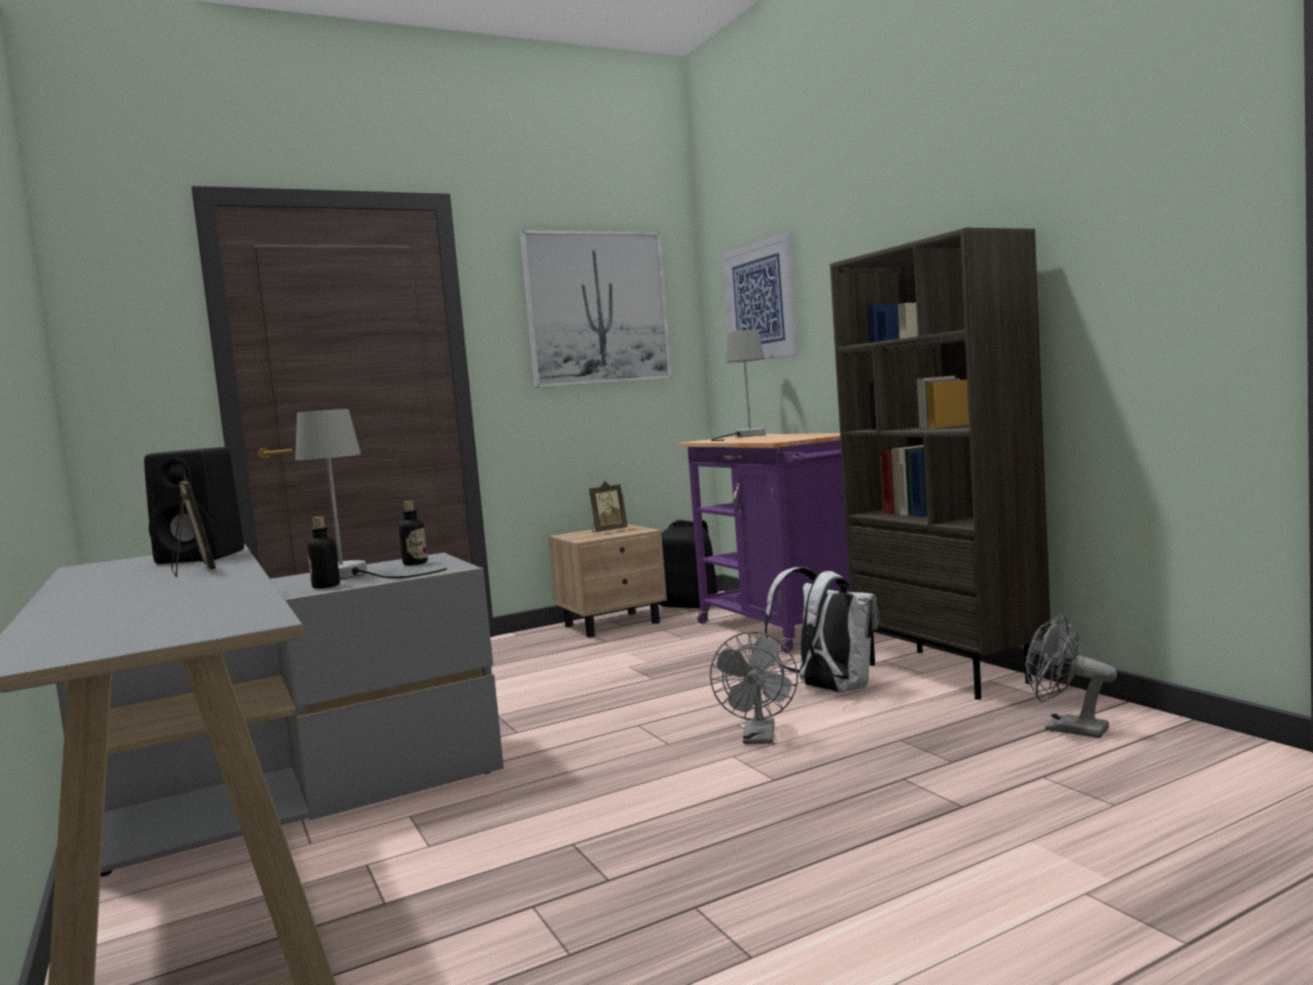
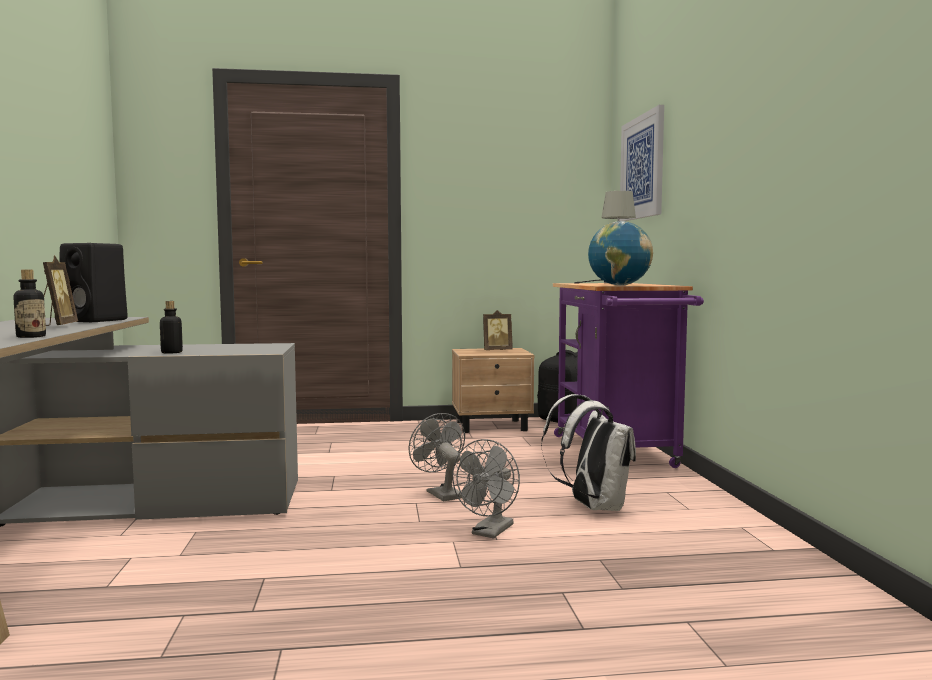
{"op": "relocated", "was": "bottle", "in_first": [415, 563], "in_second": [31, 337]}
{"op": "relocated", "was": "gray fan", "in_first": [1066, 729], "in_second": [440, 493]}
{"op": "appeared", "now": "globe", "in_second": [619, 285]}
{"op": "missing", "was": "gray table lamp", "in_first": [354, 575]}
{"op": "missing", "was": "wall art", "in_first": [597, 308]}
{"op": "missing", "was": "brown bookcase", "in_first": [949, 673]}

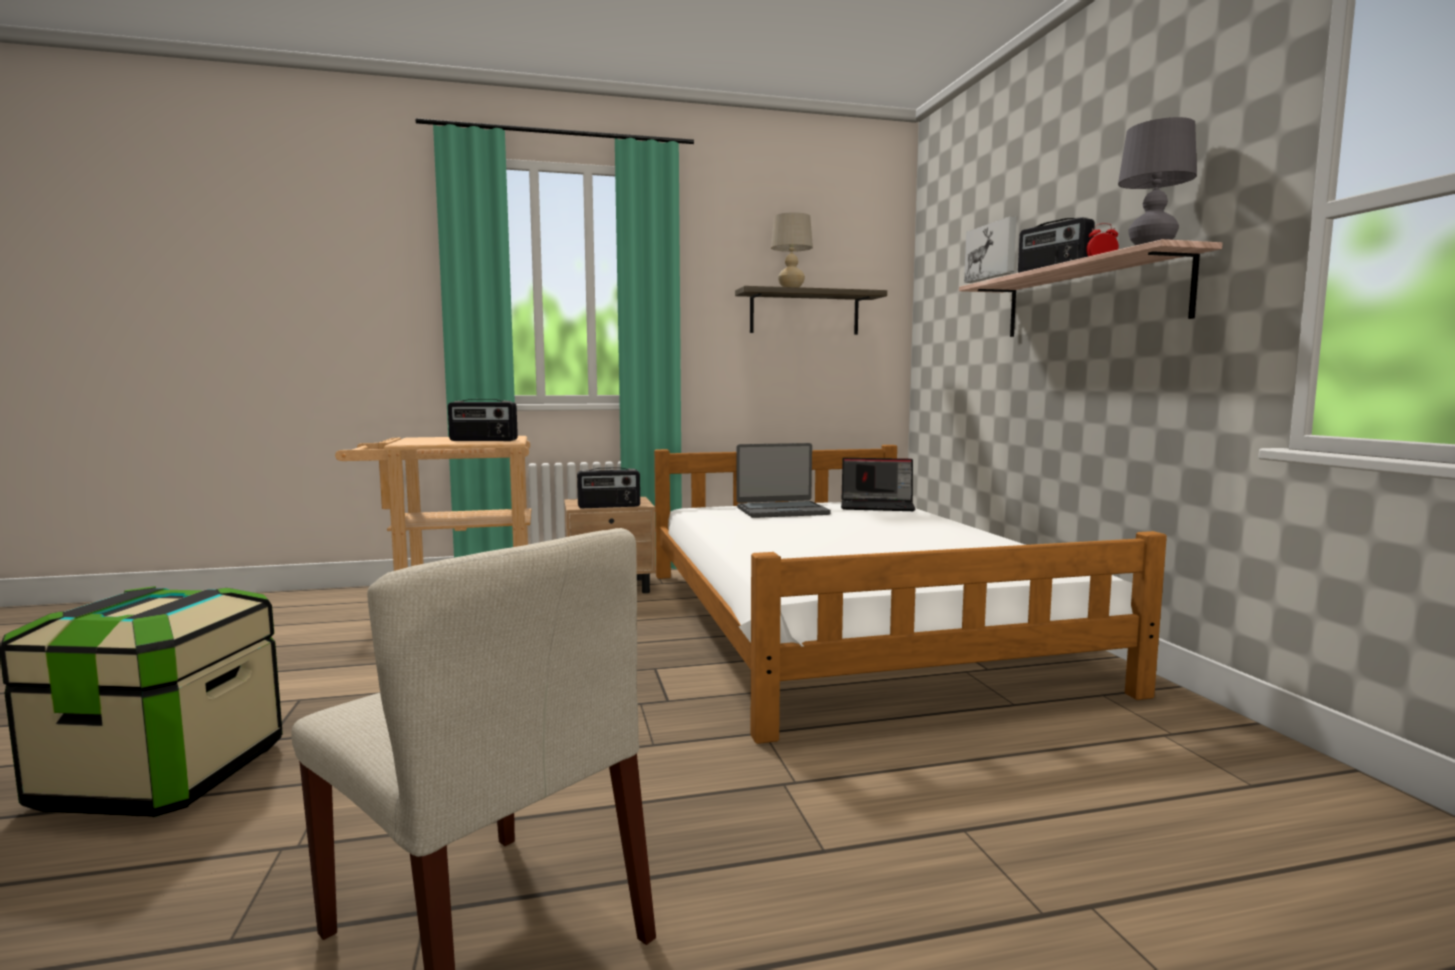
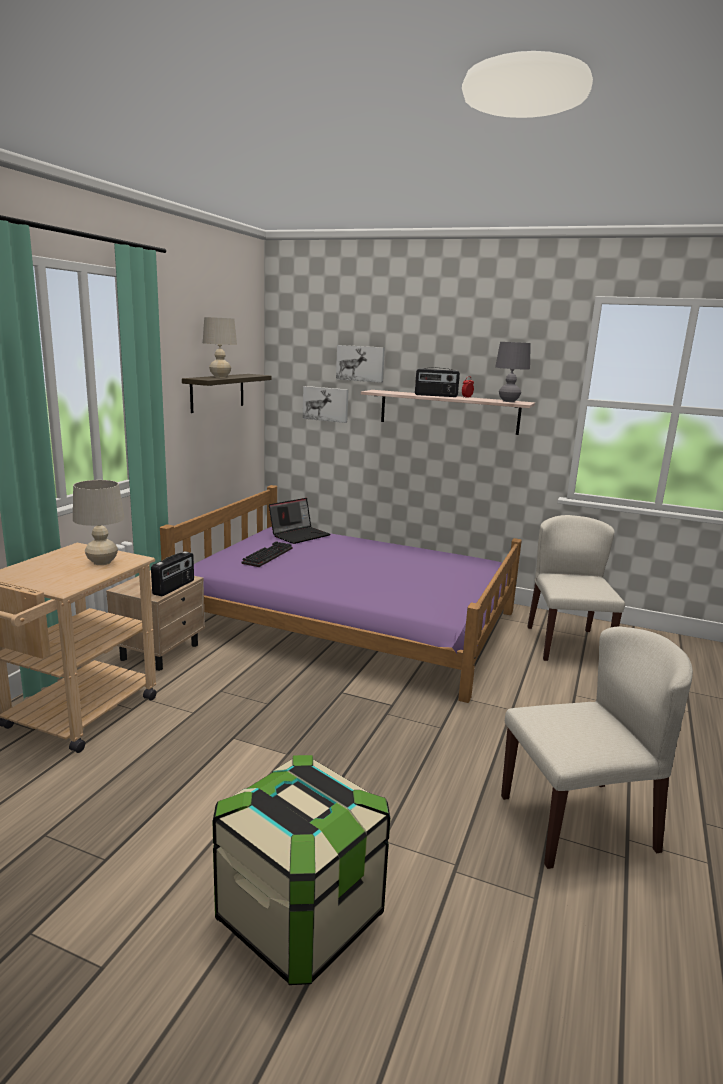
{"op": "exchanged", "was": "radio", "now": "sand-coloured table lamp", "in_first": [483, 440], "in_second": [102, 562]}
{"op": "colour", "was": "whitish sleeping bed", "now": "purple-coloured sleeping bed", "in_first": [847, 623], "in_second": [350, 620]}
{"op": "exchanged", "was": "notebook computer", "now": "keyboard", "in_first": [782, 511], "in_second": [267, 555]}
{"op": "appeared", "now": "wall art", "in_second": [326, 404]}
{"op": "appeared", "now": "sand-coloured upright chair", "in_second": [566, 644]}

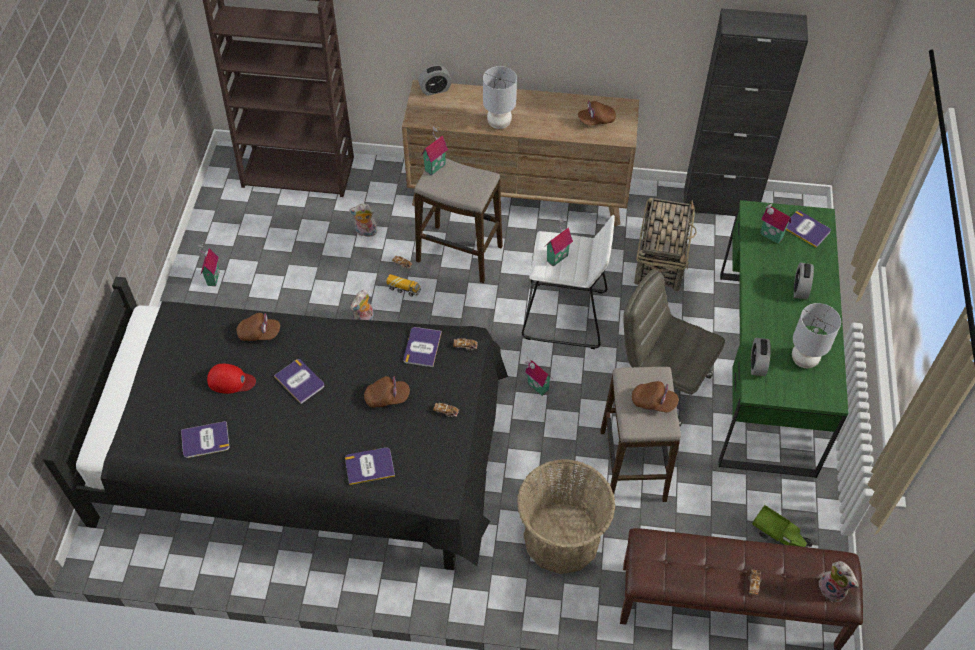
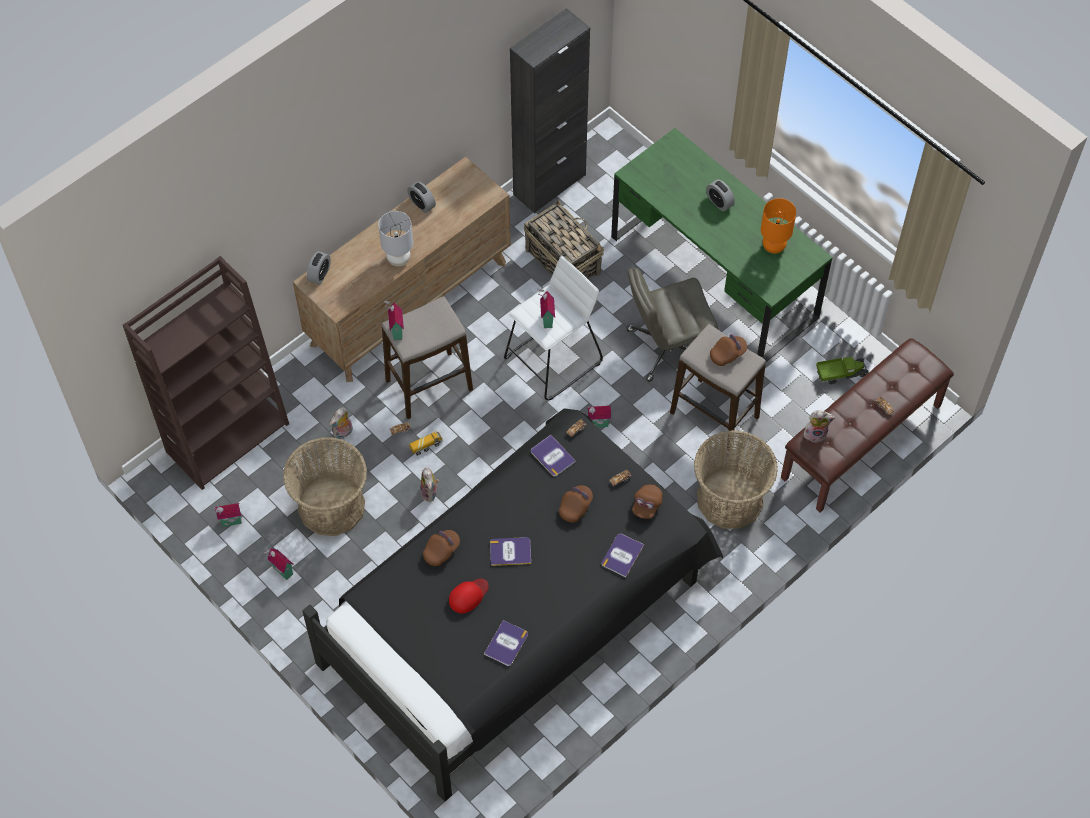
{"op": "relocated", "was": "model house", "in_first": [770, 237], "in_second": [231, 522]}
{"op": "appeared", "now": "household basket", "in_second": [331, 506]}
{"op": "relocated", "was": "table clock", "in_first": [757, 364], "in_second": [422, 204]}
{"op": "relocated", "was": "brown baseball cap", "in_first": [596, 120], "in_second": [647, 505]}
{"op": "colour", "was": "gray table lamp", "now": "orange-coloured table lamp", "in_first": [804, 360], "in_second": [774, 246]}
{"op": "relocated", "was": "cuddly toy", "in_first": [833, 589], "in_second": [815, 433]}
{"op": "missing", "was": "volume", "in_first": [806, 229]}

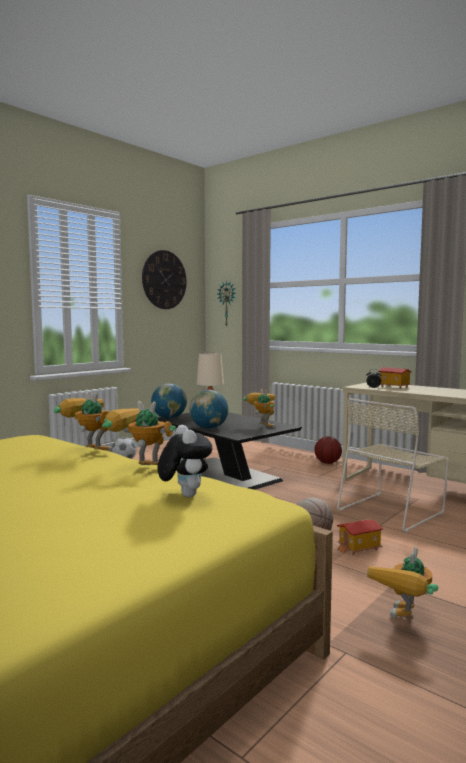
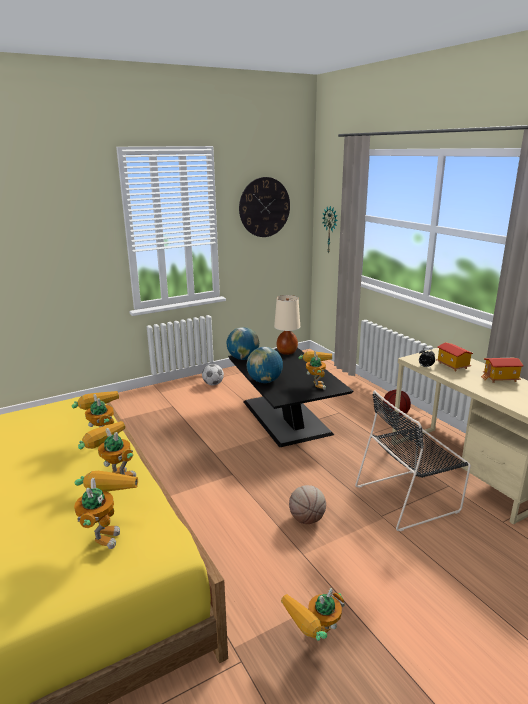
{"op": "exchanged", "was": "cuddly toy", "now": "robot figure", "in_first": [184, 495], "in_second": [105, 531]}
{"op": "colour", "was": "sand-coloured upright chair", "now": "black-coloured upright chair", "in_first": [392, 510], "in_second": [409, 498]}
{"op": "relocated", "was": "model house", "in_first": [359, 548], "in_second": [500, 379]}

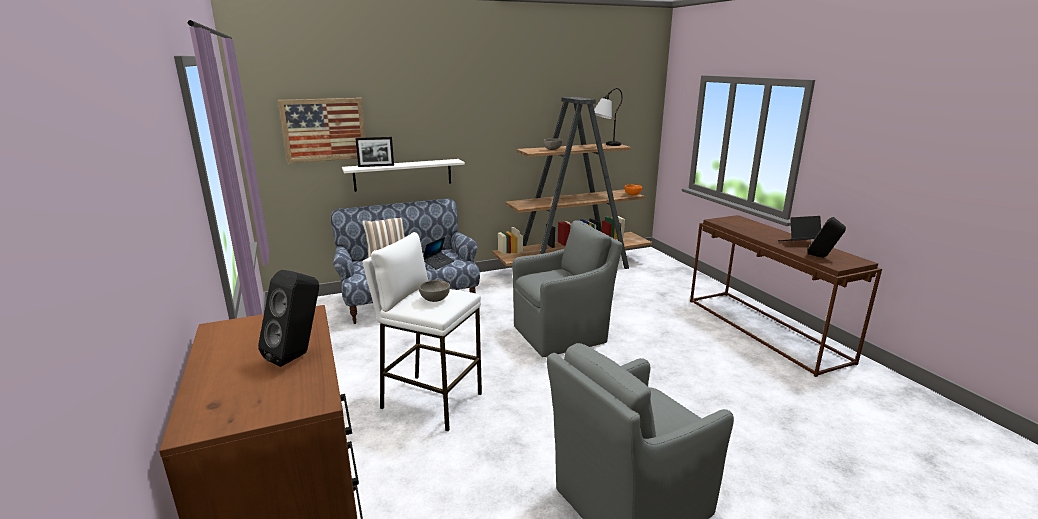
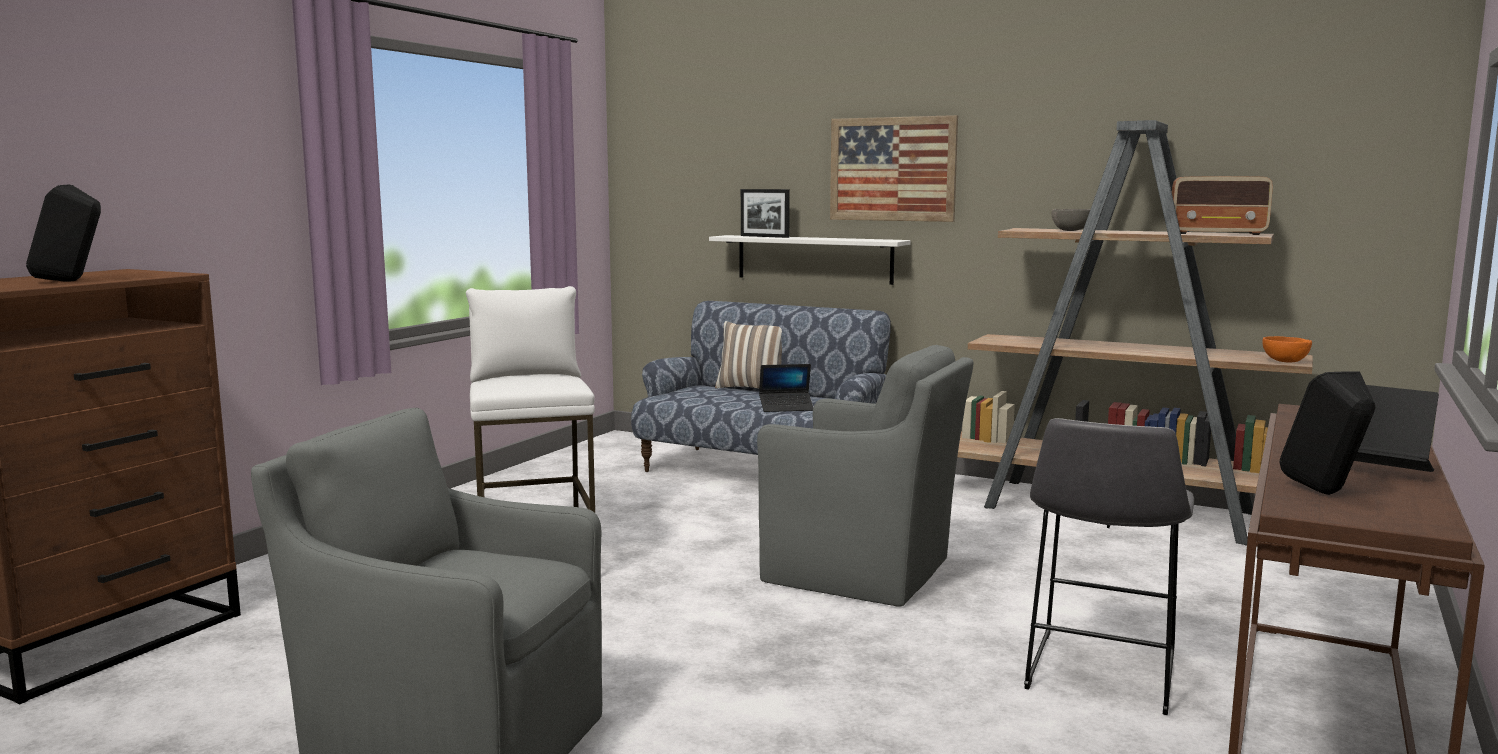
{"op": "relocated", "was": "wall art", "in_first": [324, 130], "in_second": [892, 169]}
{"op": "appeared", "now": "gray stool seat", "in_second": [1099, 675]}
{"op": "exchanged", "was": "table lamp", "now": "radio", "in_first": [605, 145], "in_second": [1218, 233]}
{"op": "missing", "was": "gray bowl", "in_first": [435, 300]}

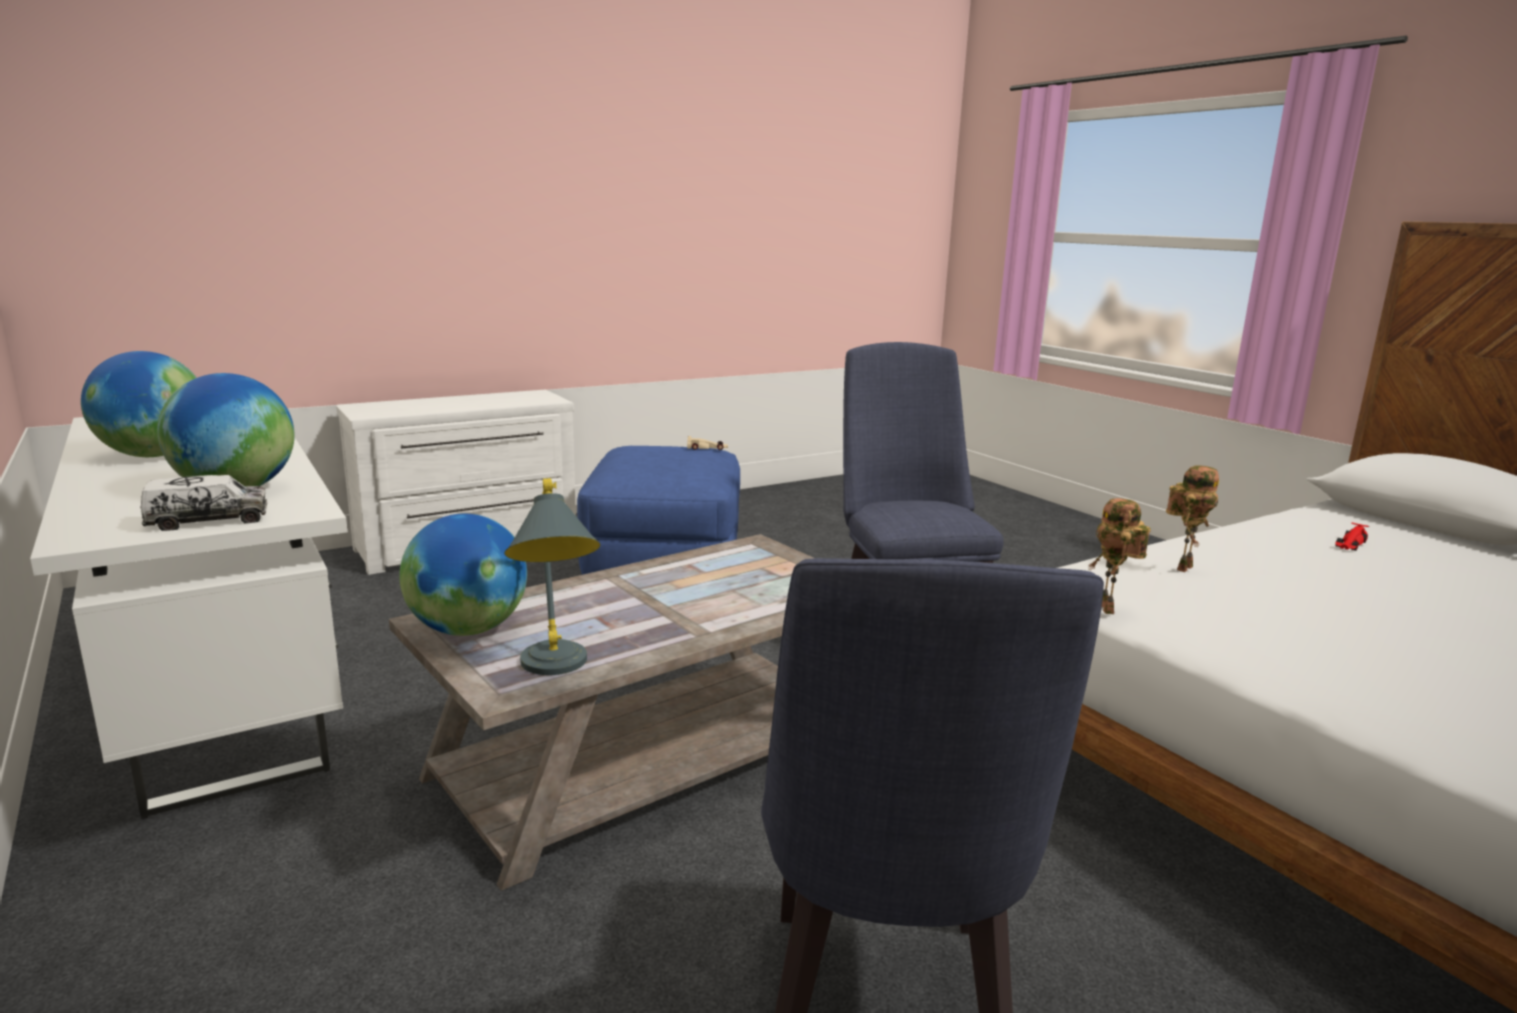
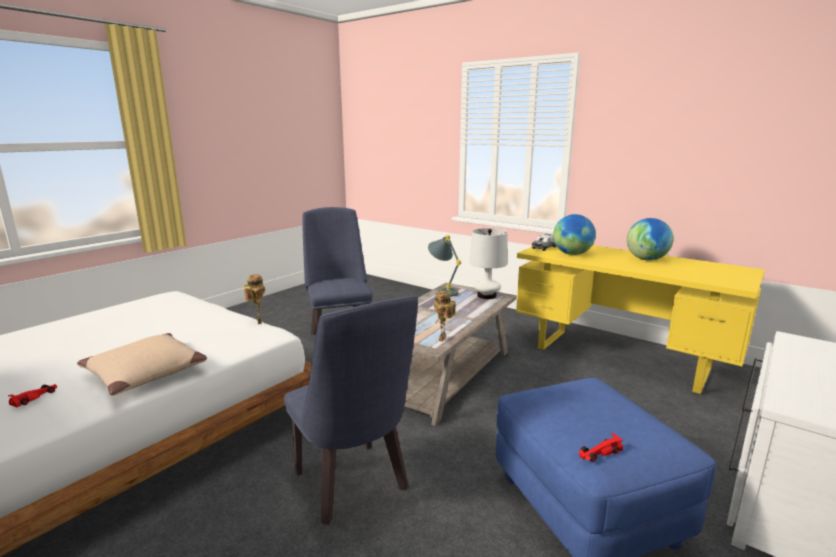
{"op": "appeared", "now": "sand-coloured pillow", "in_second": [146, 373]}
{"op": "relocated", "was": "robot figure", "in_first": [1182, 567], "in_second": [443, 339]}
{"op": "exchanged", "was": "globe", "now": "whitish table lamp", "in_first": [467, 630], "in_second": [486, 295]}
{"op": "colour", "was": "whitish desk", "now": "yellow desk", "in_first": [221, 699], "in_second": [621, 358]}
{"op": "colour", "was": "sand-coloured miniature car", "now": "red miniature car", "in_first": [707, 448], "in_second": [599, 453]}

